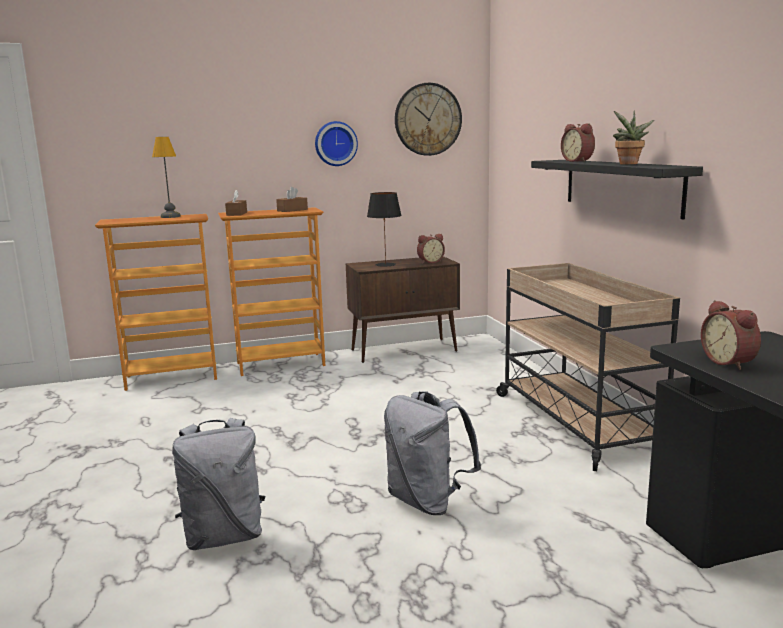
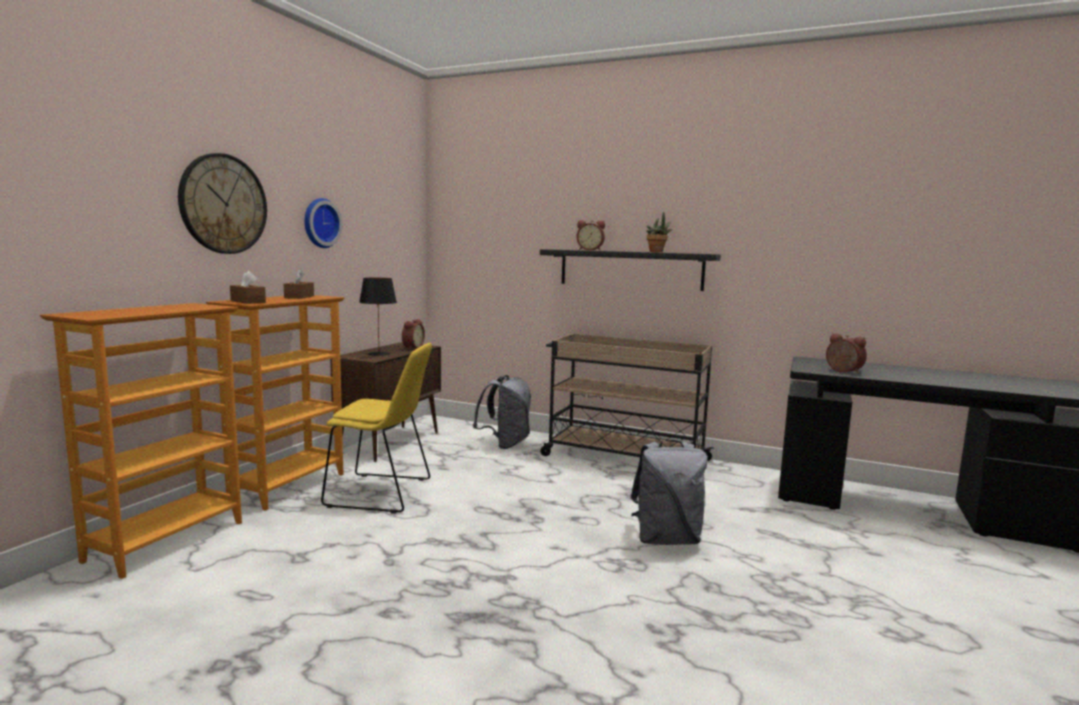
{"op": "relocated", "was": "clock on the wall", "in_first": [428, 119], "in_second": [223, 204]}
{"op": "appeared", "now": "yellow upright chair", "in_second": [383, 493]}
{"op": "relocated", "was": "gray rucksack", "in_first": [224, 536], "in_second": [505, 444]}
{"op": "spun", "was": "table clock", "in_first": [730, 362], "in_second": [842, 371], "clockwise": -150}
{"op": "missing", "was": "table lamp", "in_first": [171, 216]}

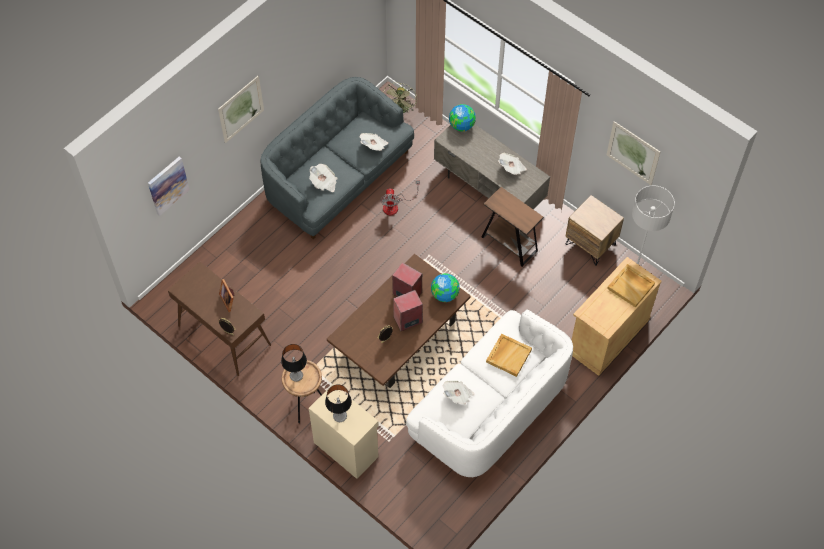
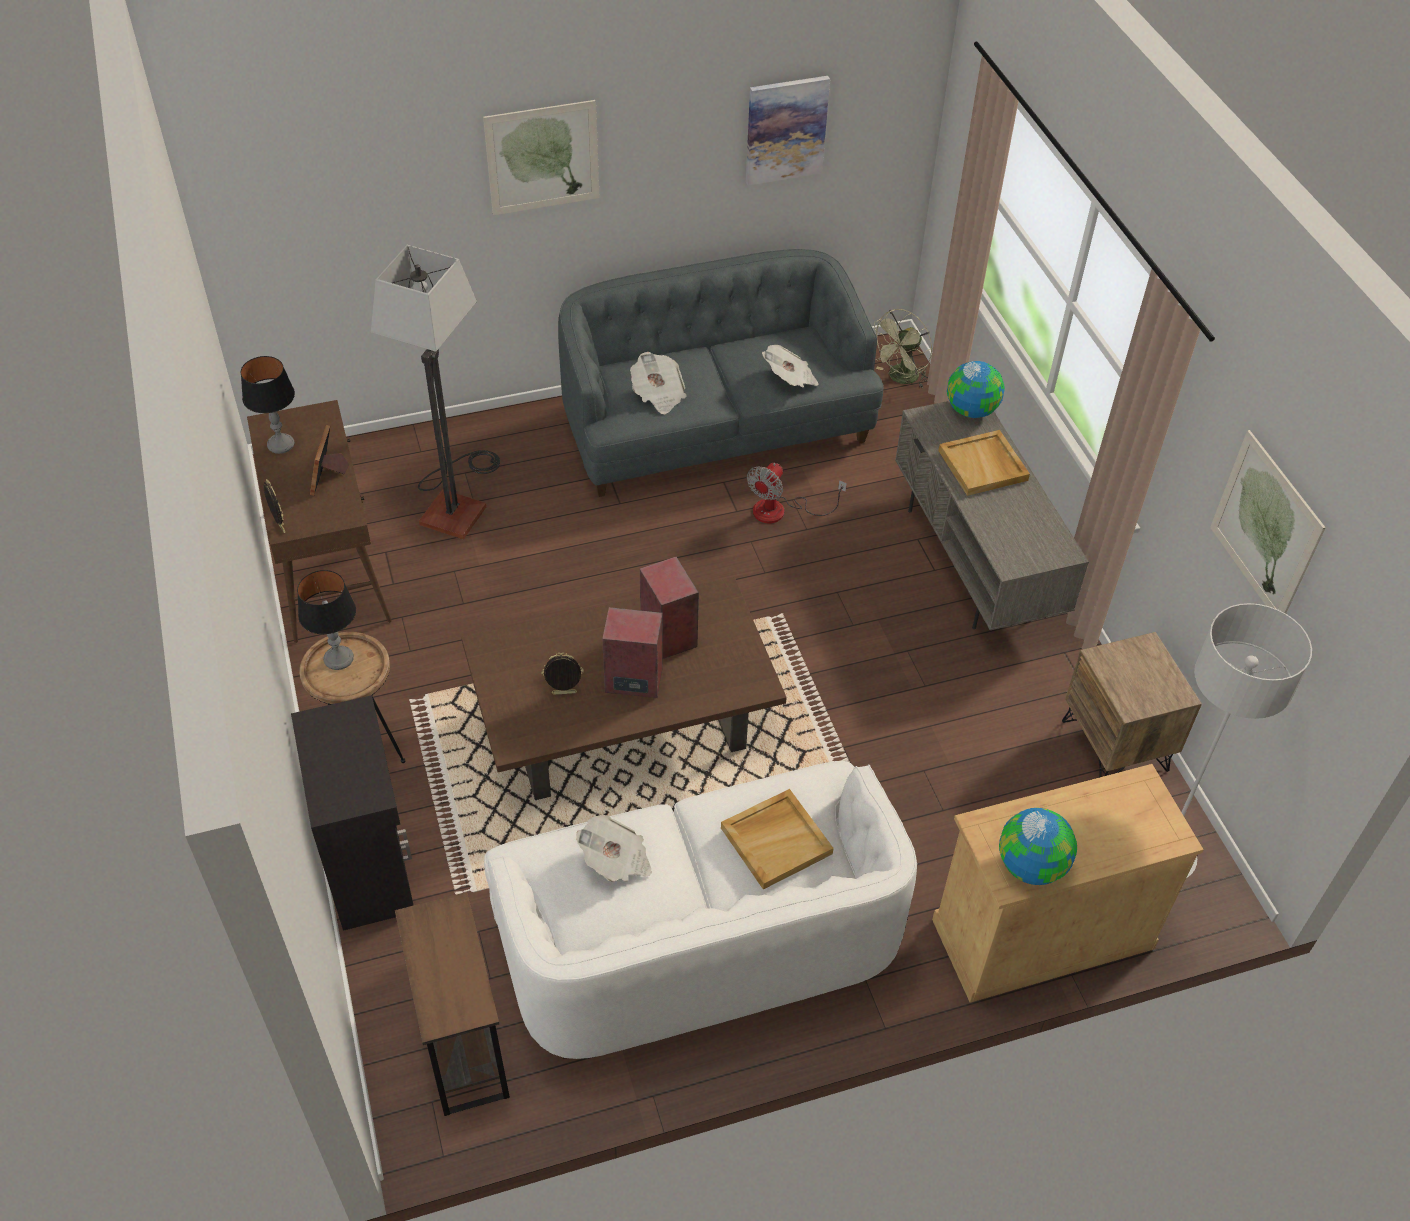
{"op": "relocated", "was": "table lamp", "in_first": [340, 416], "in_second": [281, 444]}
{"op": "colour", "was": "sand-coloured storage cabinet", "now": "black-coloured storage cabinet", "in_first": [346, 448], "in_second": [370, 864]}
{"op": "appeared", "now": "standing lamp", "in_second": [456, 502]}
{"op": "relocated", "was": "brown accent table", "in_first": [509, 244], "in_second": [462, 1042]}
{"op": "relocated", "was": "wall art", "in_first": [168, 185], "in_second": [785, 129]}
{"op": "relocated", "was": "sand-coloured serving tray", "in_first": [631, 286], "in_second": [983, 466]}
{"op": "relocated", "was": "globe", "in_first": [445, 294], "in_second": [1031, 865]}
{"op": "missing", "was": "newspaper", "in_first": [512, 168]}

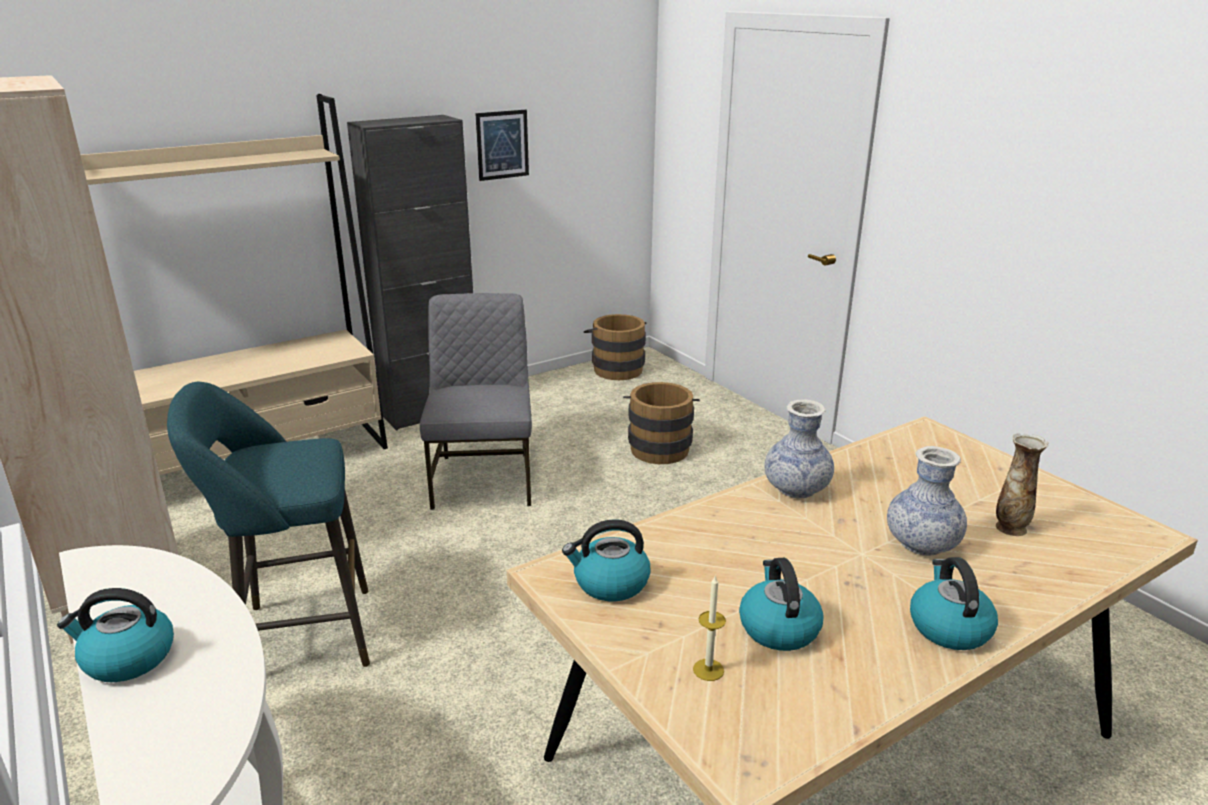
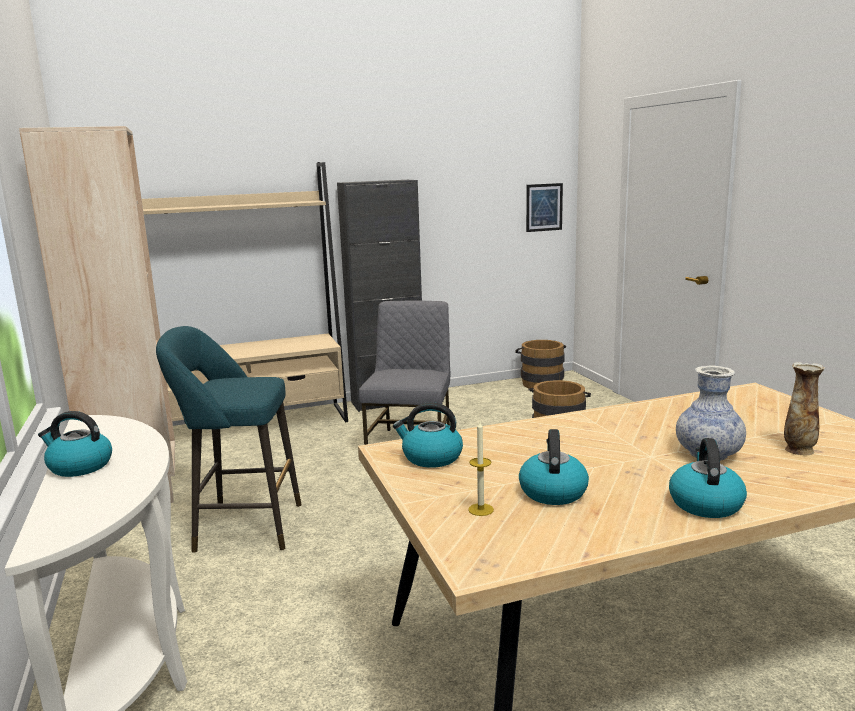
{"op": "relocated", "was": "wall art", "in_first": [502, 145], "in_second": [544, 207]}
{"op": "missing", "was": "vase", "in_first": [796, 489]}

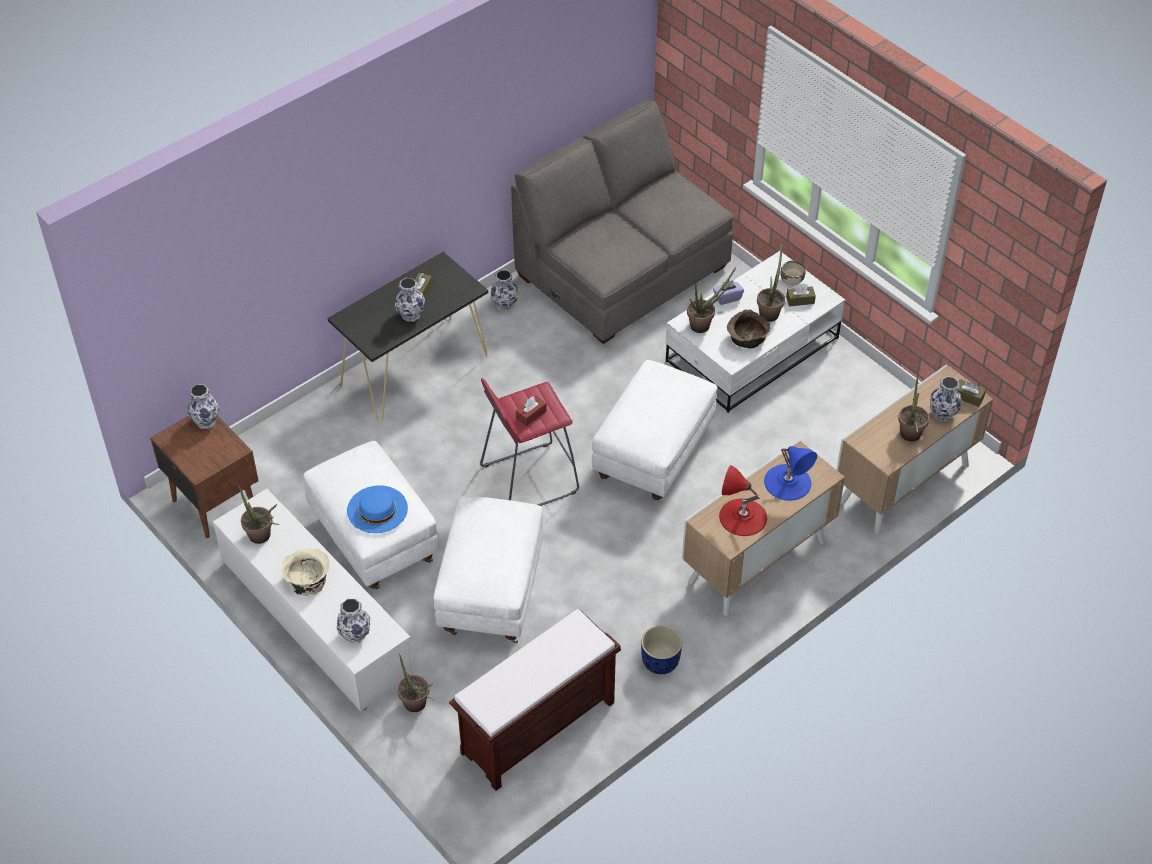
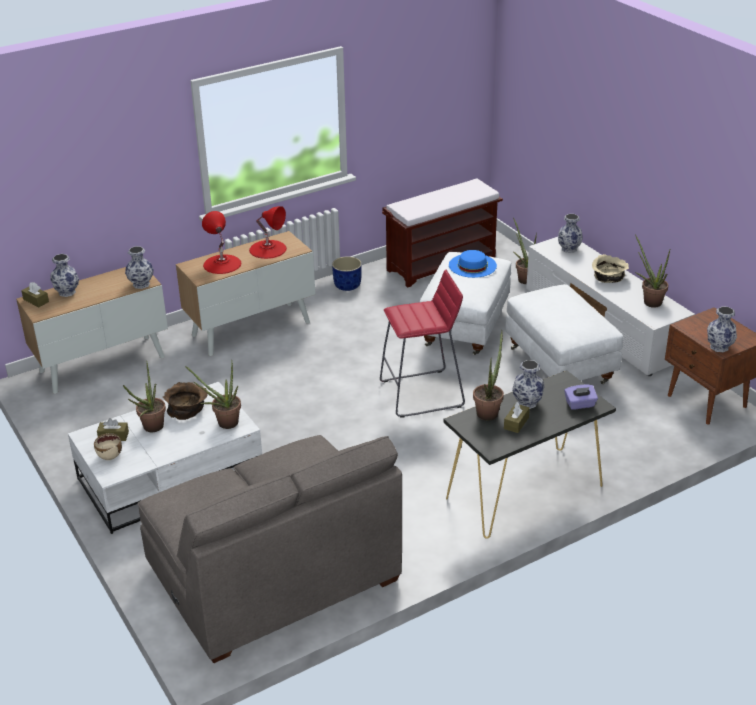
{"op": "relocated", "was": "vase", "in_first": [505, 304], "in_second": [141, 284]}
{"op": "colour", "was": "bluish table lamp", "now": "red table lamp", "in_first": [788, 482], "in_second": [222, 264]}
{"op": "relocated", "was": "bluish hat", "in_first": [377, 509], "in_second": [472, 265]}
{"op": "relocated", "was": "houseplant", "in_first": [909, 437], "in_second": [489, 411]}
{"op": "relocated", "was": "purple-coloured tissue holder", "in_first": [727, 298], "in_second": [580, 404]}
{"op": "missing", "was": "red tissue holder", "in_first": [531, 414]}
{"op": "missing", "was": "whitish footrest", "in_first": [654, 456]}

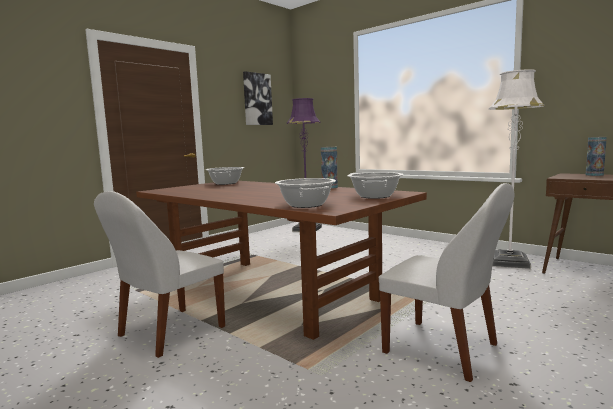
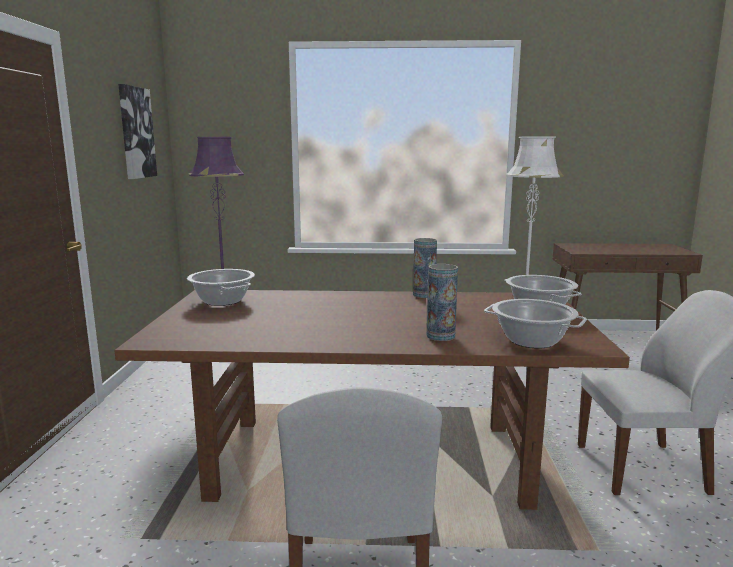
{"op": "relocated", "was": "vase", "in_first": [594, 175], "in_second": [440, 336]}

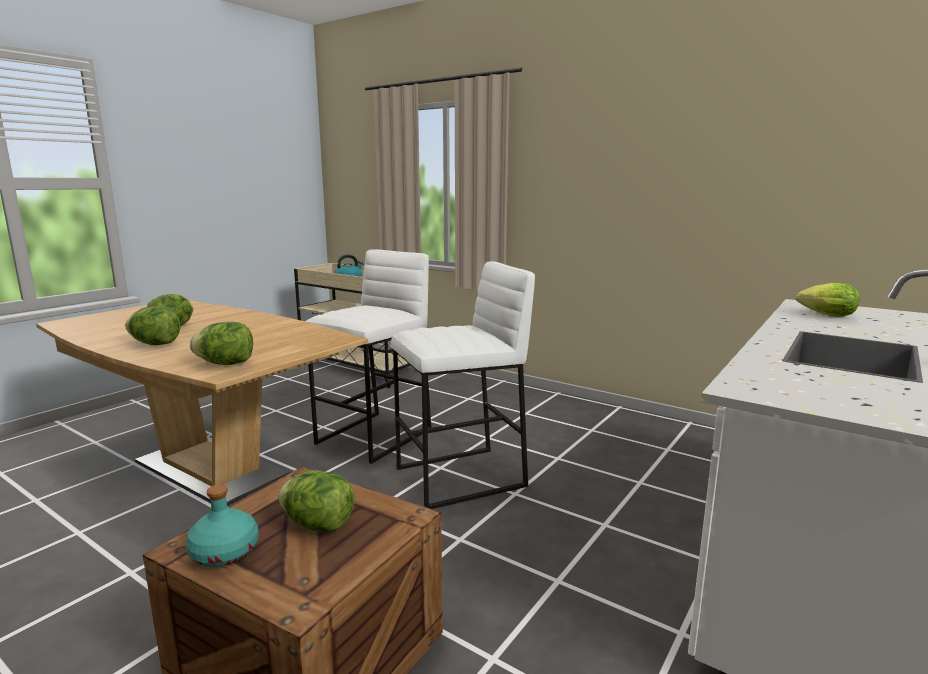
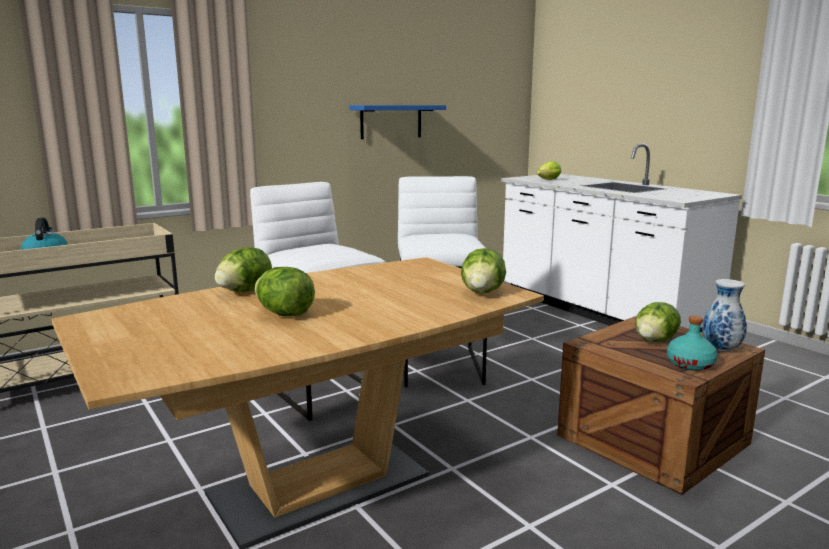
{"op": "relocated", "was": "head of lettuce", "in_first": [155, 344], "in_second": [245, 291]}
{"op": "appeared", "now": "bluish bracket shelf", "in_second": [391, 121]}
{"op": "appeared", "now": "vase", "in_second": [720, 349]}

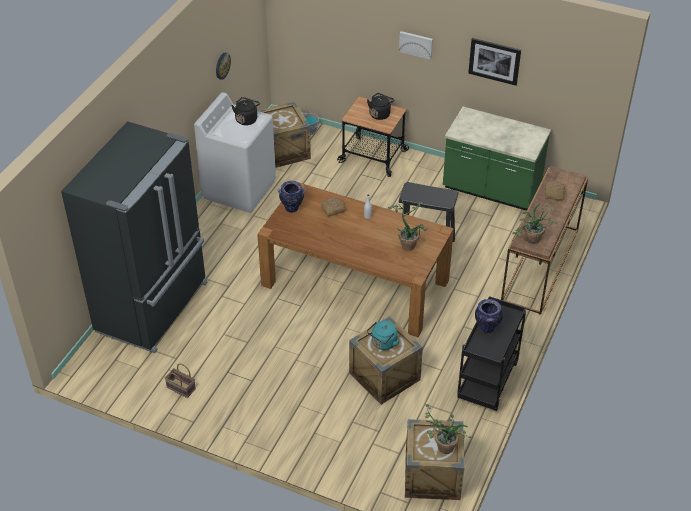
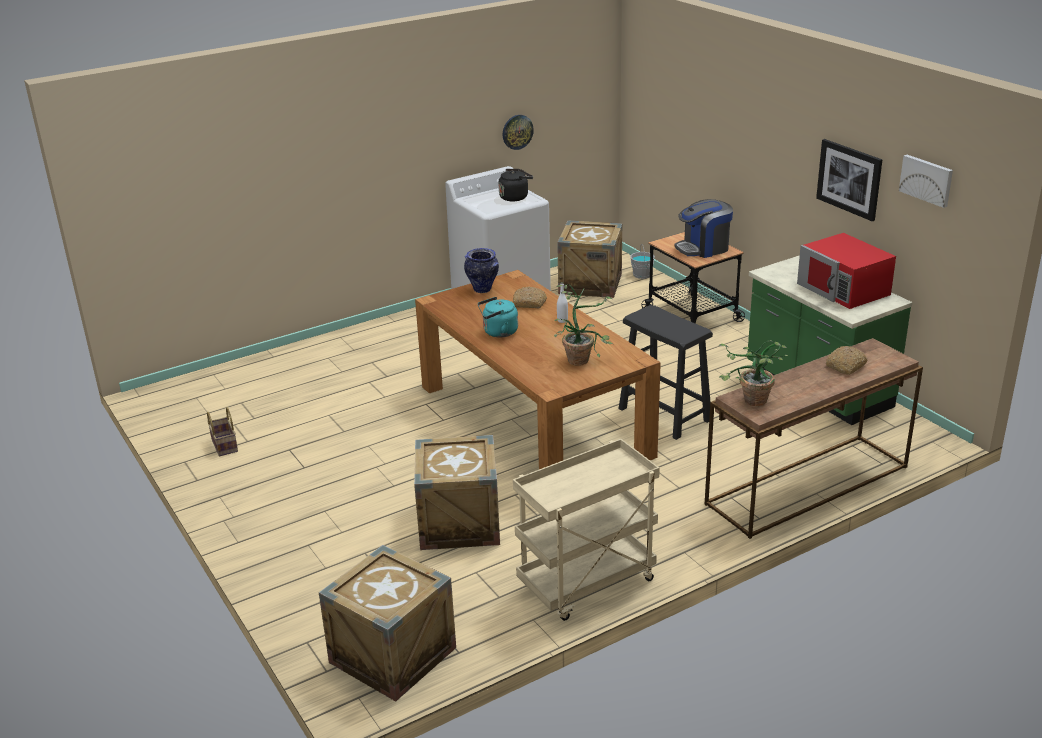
{"op": "relocated", "was": "turquoise-coloured water kettle", "in_first": [383, 344], "in_second": [498, 332]}
{"op": "colour", "was": "black-coloured cart", "now": "sand-coloured cart", "in_first": [488, 383], "in_second": [586, 585]}
{"op": "exchanged", "was": "black-coloured water kettle", "now": "coffee maker", "in_first": [380, 114], "in_second": [703, 248]}
{"op": "appeared", "now": "red microwave", "in_second": [844, 289]}
{"op": "relocated", "was": "wall art", "in_first": [416, 44], "in_second": [927, 180]}
{"op": "missing", "was": "black-coloured fridge", "in_first": [154, 307]}
{"op": "missing", "was": "houseplant", "in_first": [441, 446]}
{"op": "missing", "was": "vase", "in_first": [486, 328]}

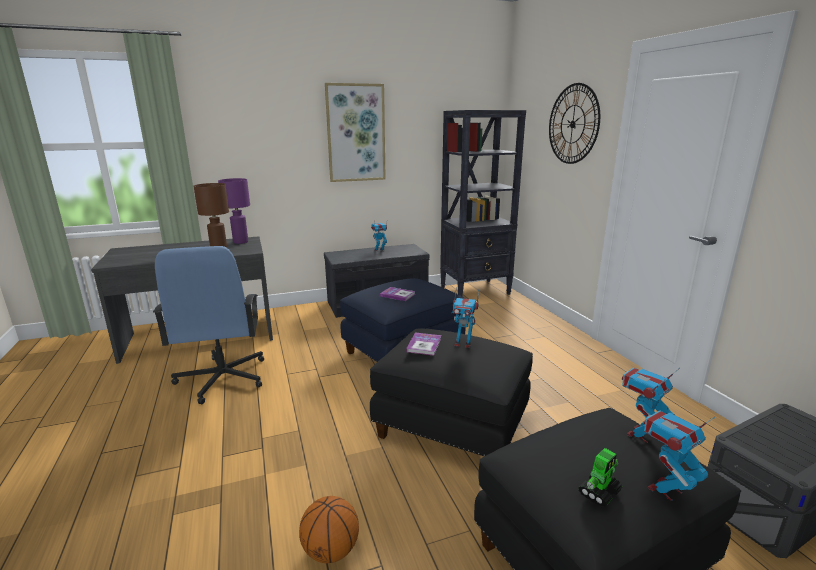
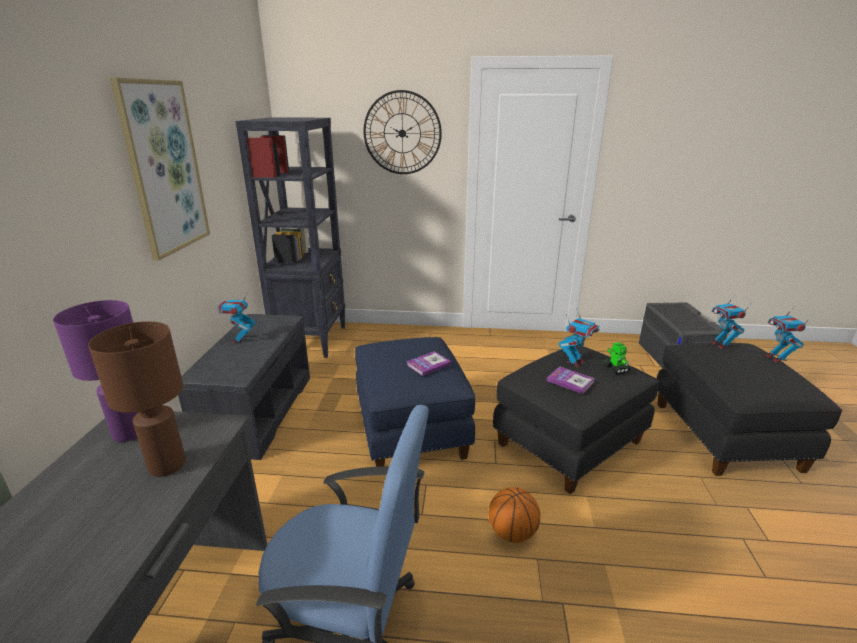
{"op": "relocated", "was": "basketball", "in_first": [331, 550], "in_second": [512, 533]}
{"op": "relocated", "was": "robot figure", "in_first": [599, 492], "in_second": [615, 369]}

